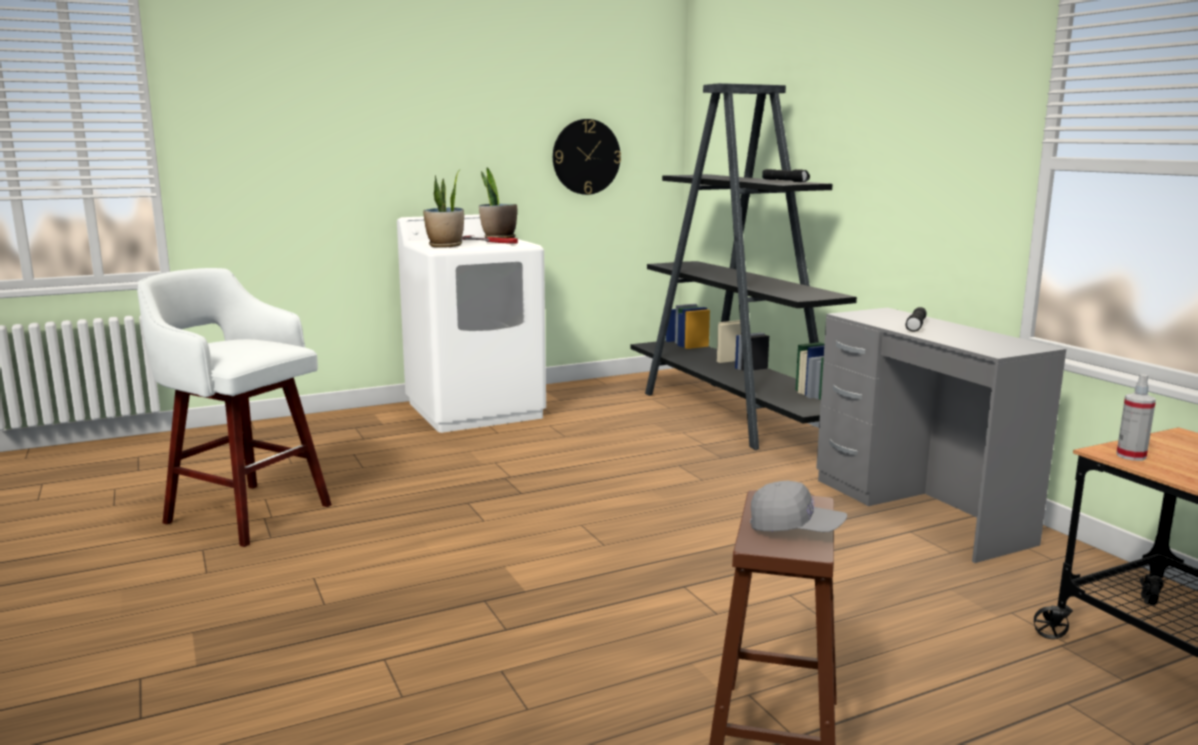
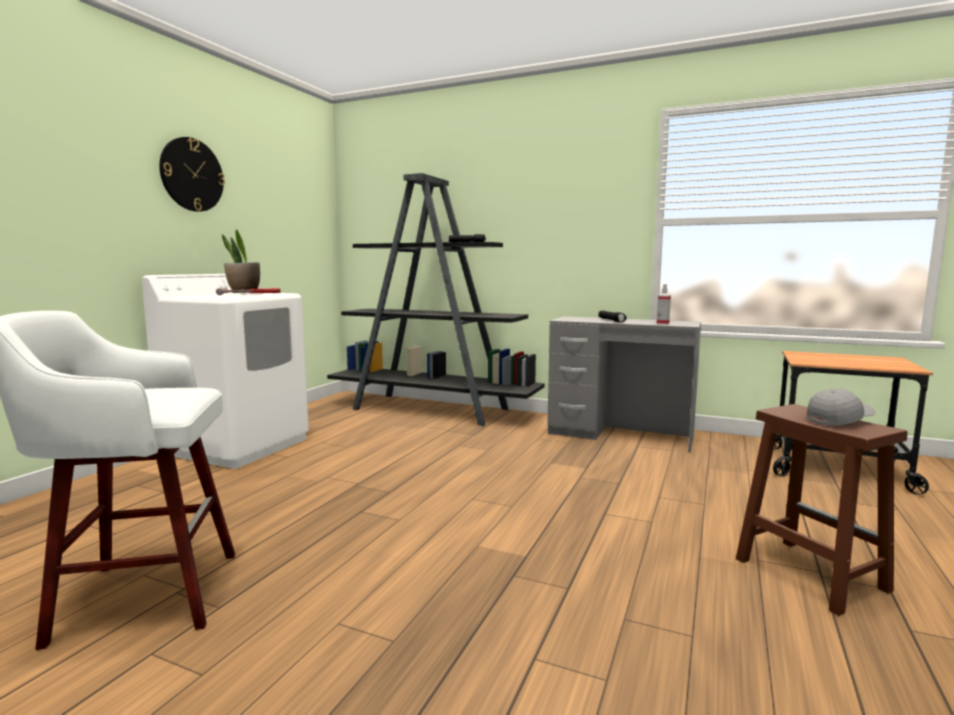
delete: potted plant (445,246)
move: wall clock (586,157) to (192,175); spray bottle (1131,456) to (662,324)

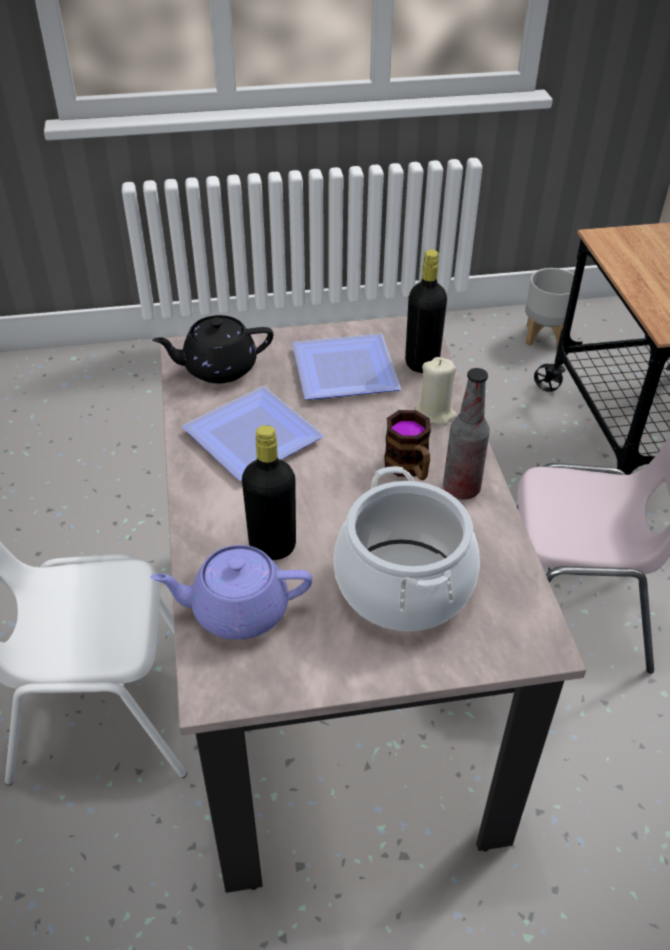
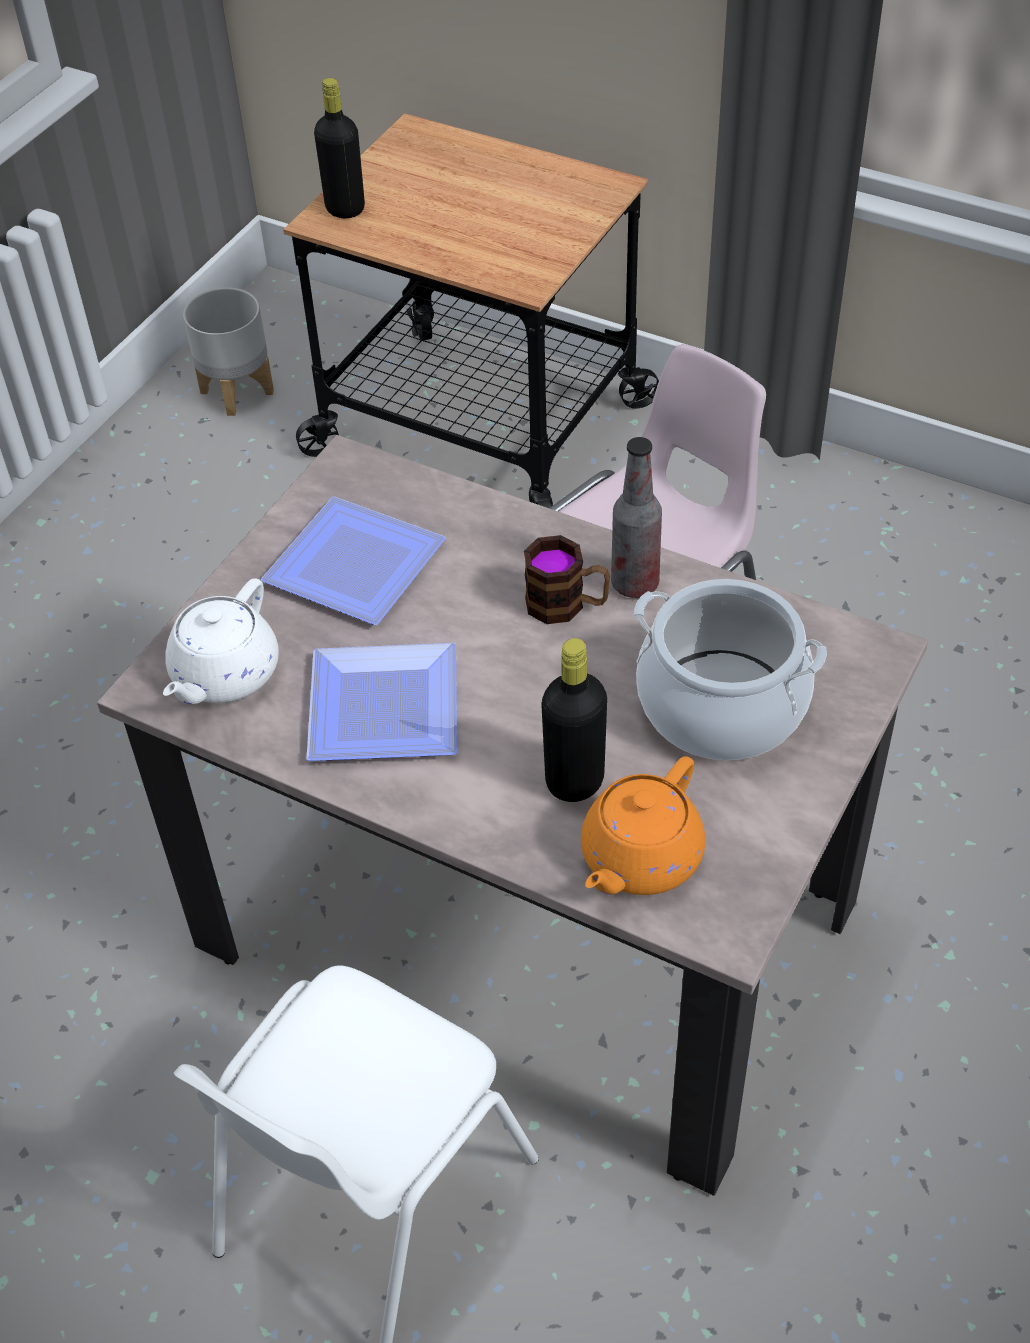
delete: beige candle (435,413)
move: black bottle (422,363) to (345,208)
recolor: black teapot (218,368) to white teapot (224,675); purple teapot (237,610) to orange teapot (639,858)

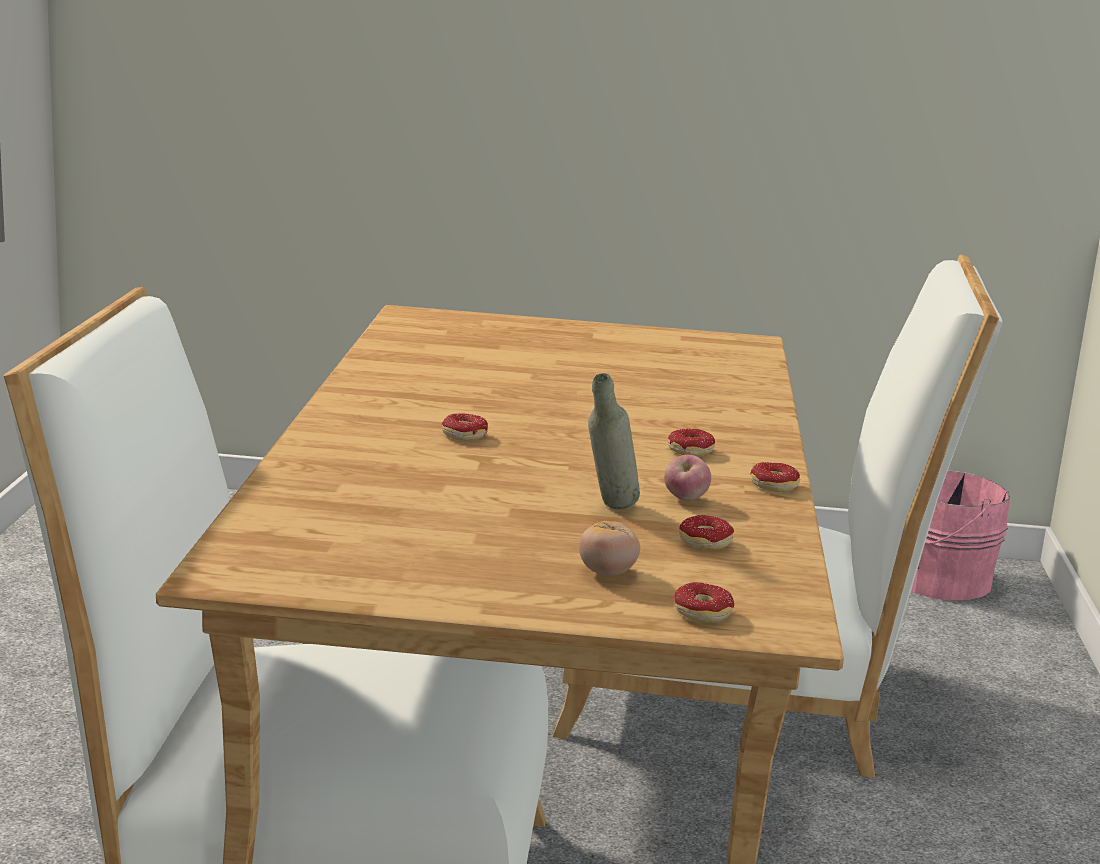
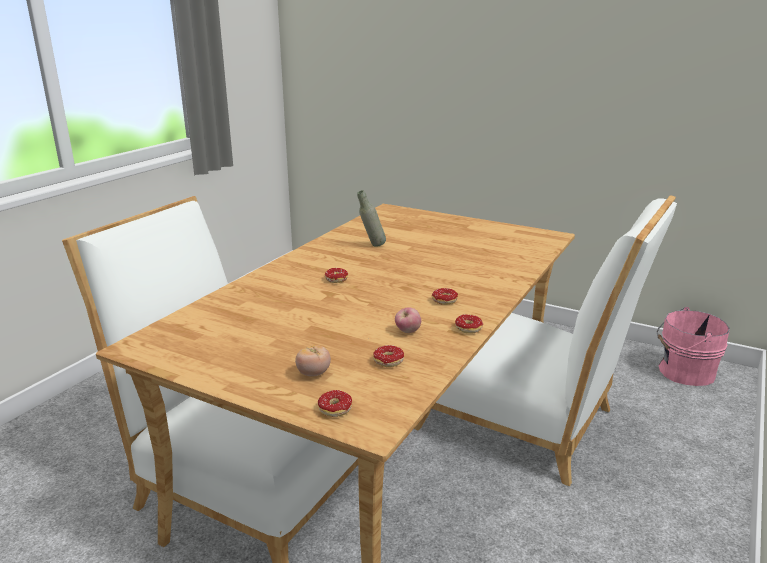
move: grey bottle (609,510) to (372,246)

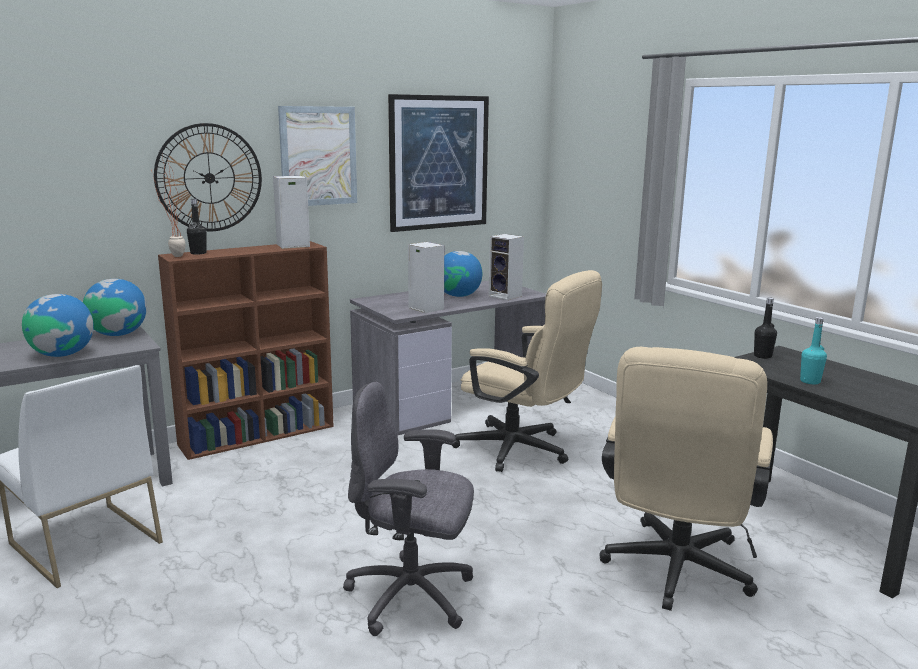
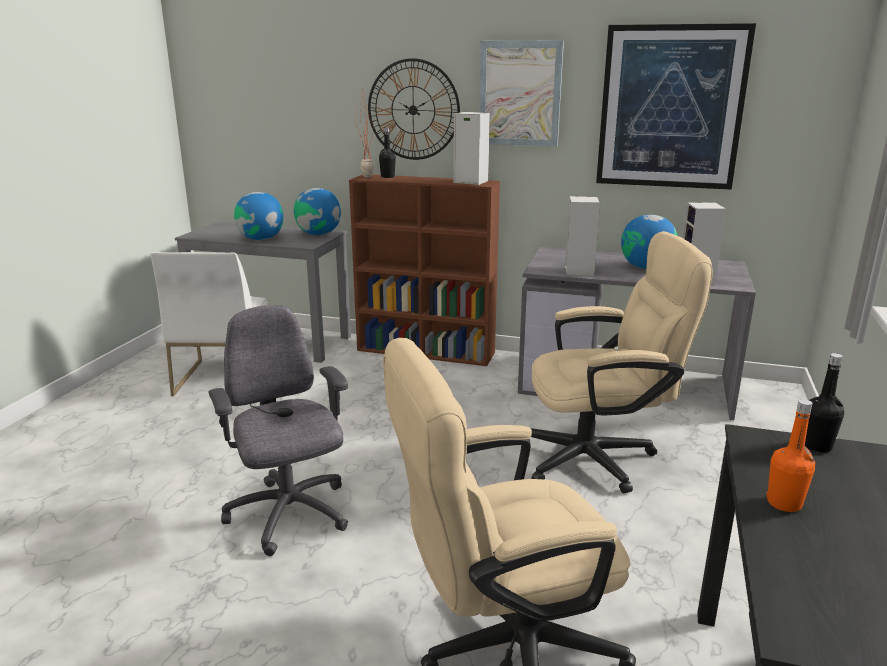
recolor: turquoise bottle (810,381) to orange bottle (784,503)
rotate: beige office chair (522,451) = (599,457) 90 degrees counterclockwise

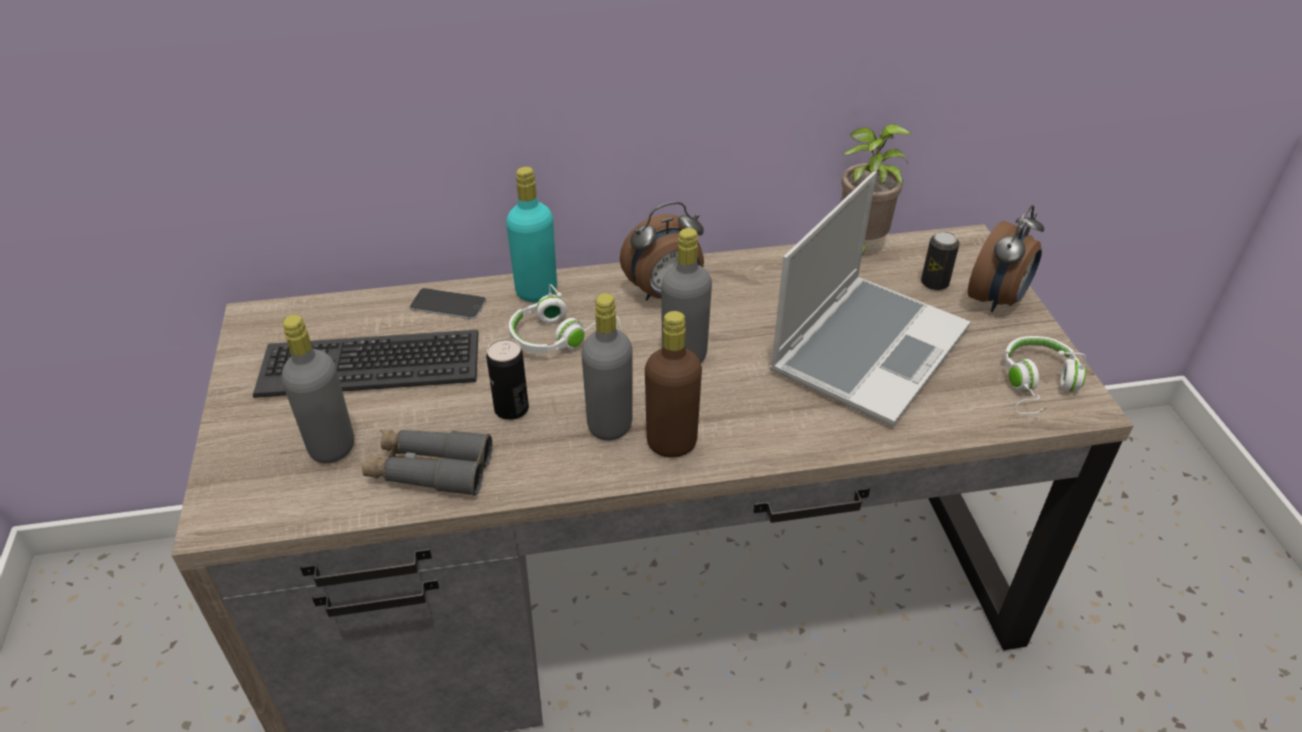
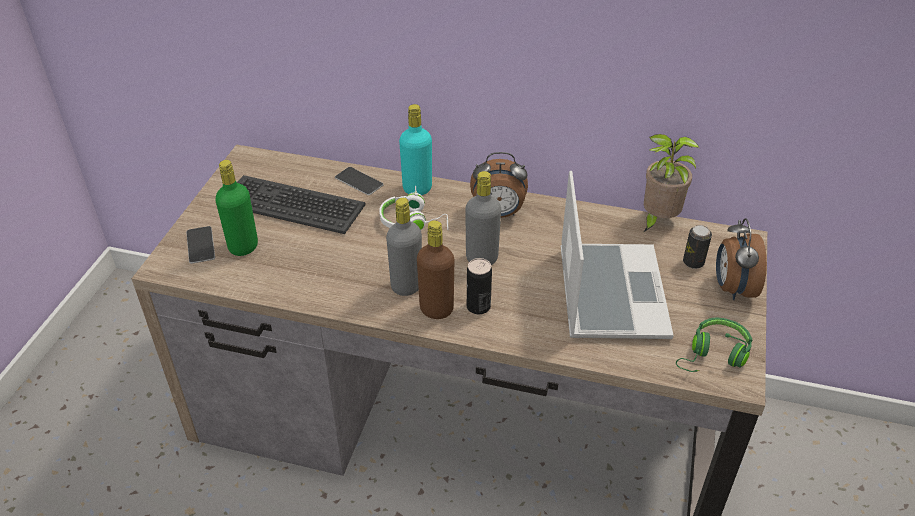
delete: grey binoculars (430,469)
insert: phone (200,245)
move: can (511,409) to (478,306)
recolor: grey bottle (332,447) to green bottle (243,247); white headphones (1037,385) to green headphones (714,355)
rotate: laptop (868,348) = (609,292) 60 degrees counterclockwise; alarm clock (997,300) = (732,288) 120 degrees clockwise

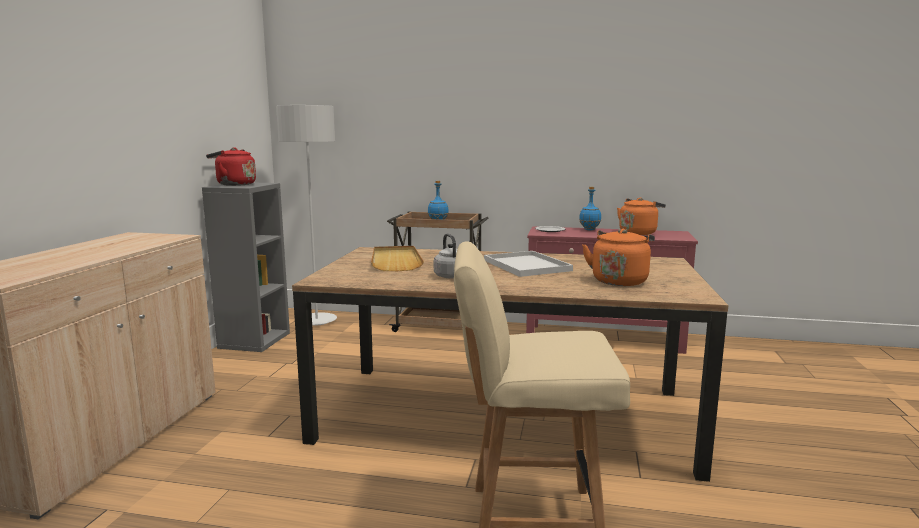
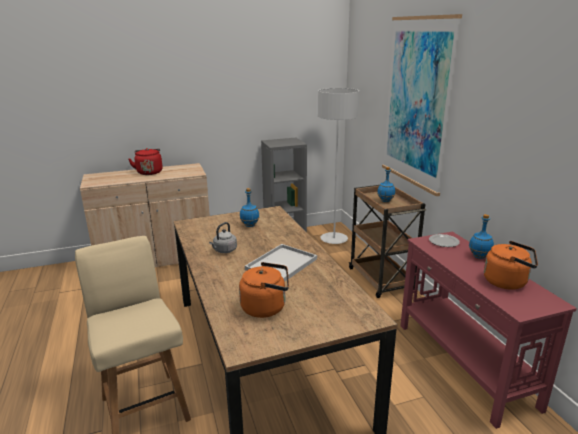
insert: picture (417,103)
move: red kettle (233,184) to (149,172)
replace: beige tray (395,261) to blue bottle (250,225)

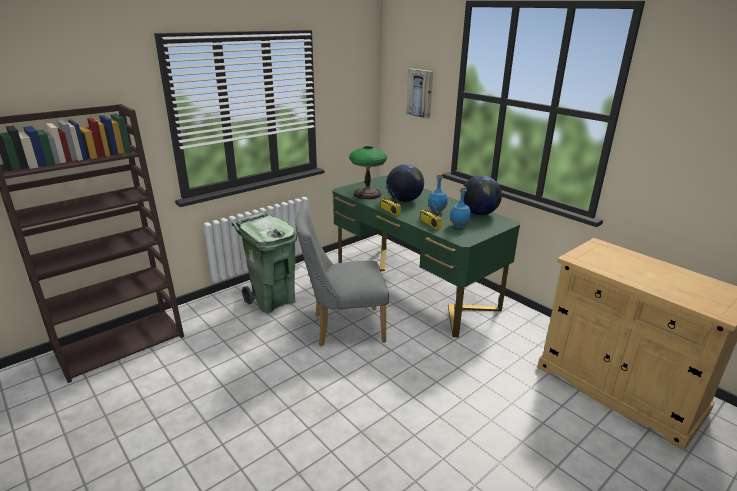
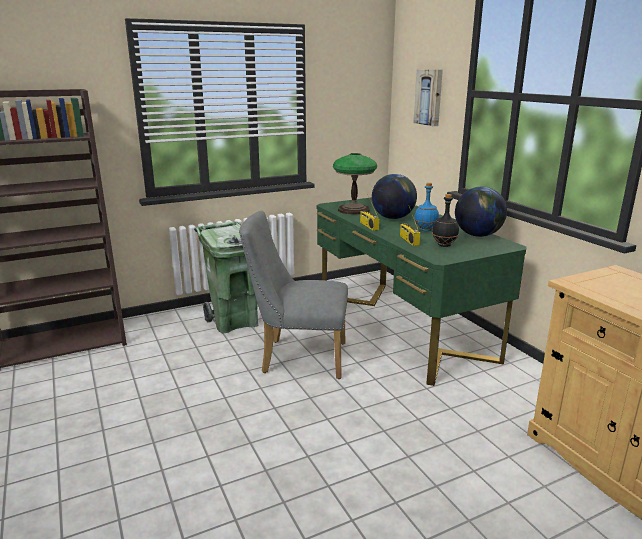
recolor: blue bottle (459,226) to black bottle (444,245)

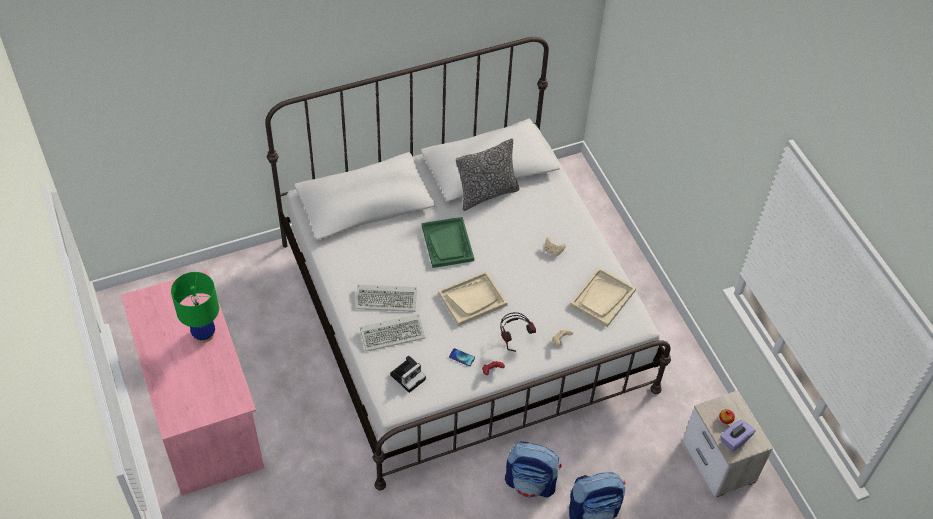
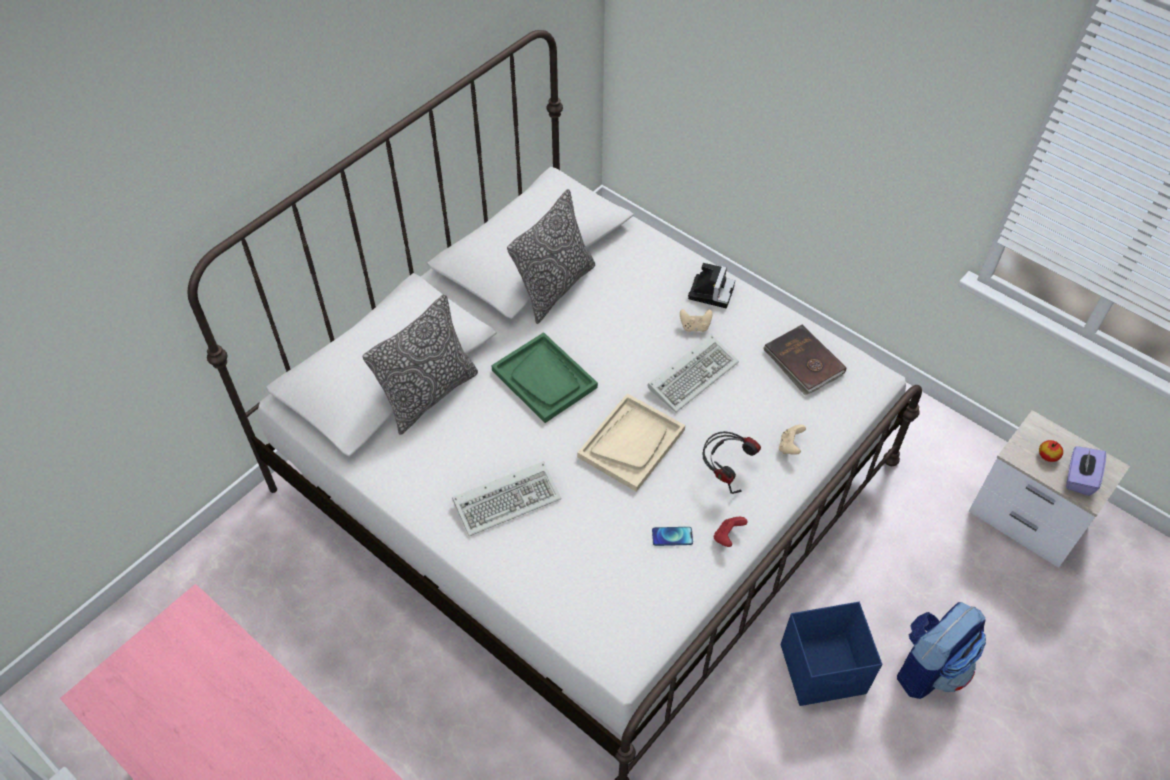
delete: green table lamp (204,334)
insert: pillow (429,395)
move: keyboard (393,333) to (693,374); photo camera (408,376) to (711,291)
replace: beige tray (603,298) to brown book (803,362); backpack (531,483) to blue storage box (824,670)

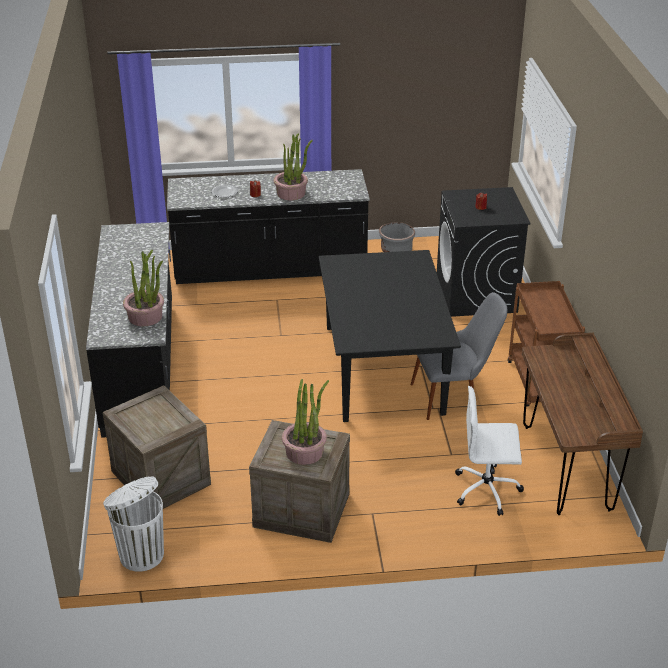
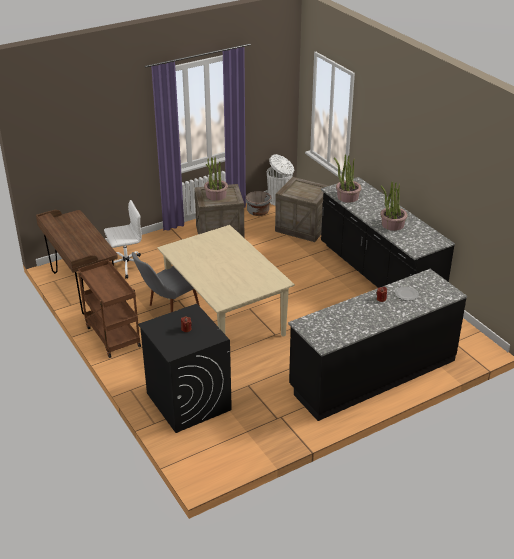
move: grey planter (396,251) to (258,212); potted plant (291,193) to (392,224)
recolor: black dining table (384,369) to beige dining table (224,316)

